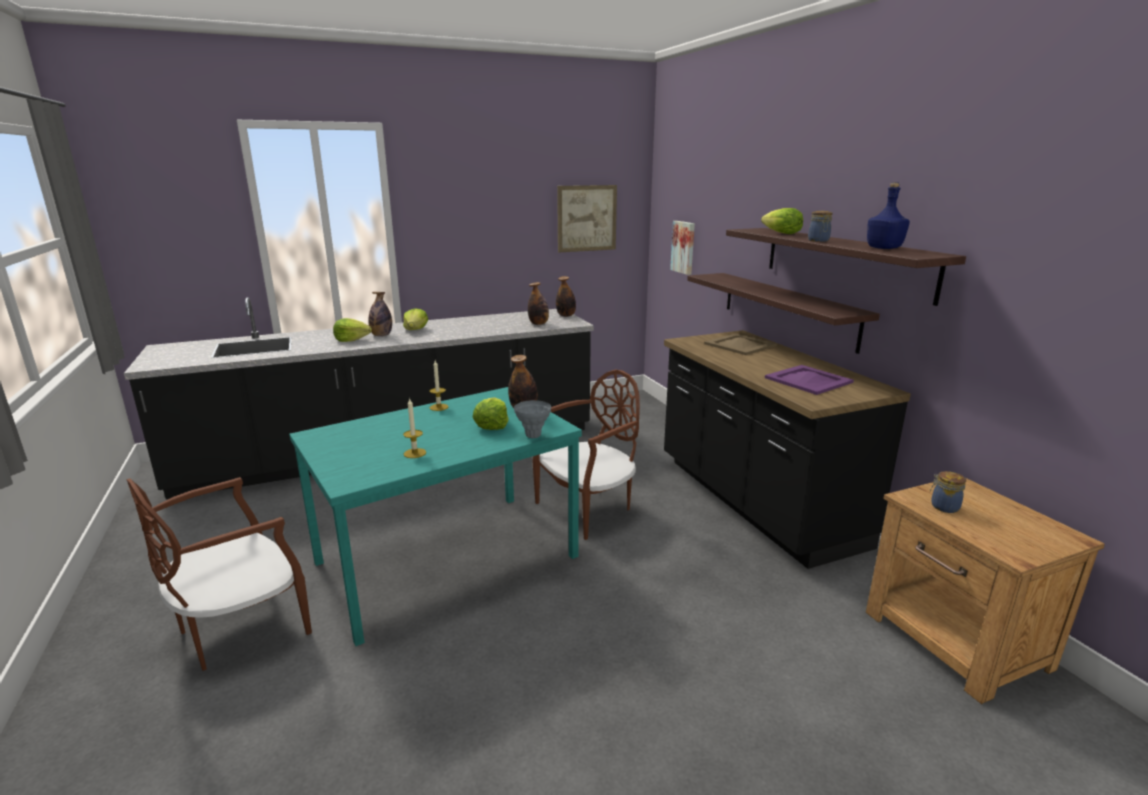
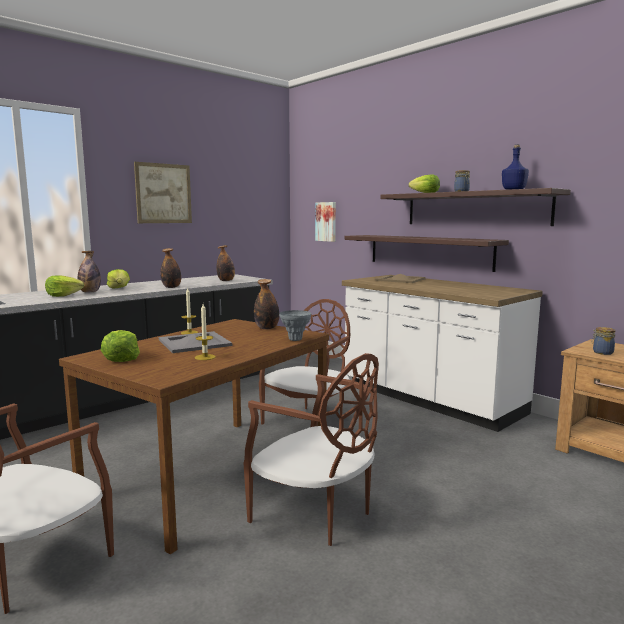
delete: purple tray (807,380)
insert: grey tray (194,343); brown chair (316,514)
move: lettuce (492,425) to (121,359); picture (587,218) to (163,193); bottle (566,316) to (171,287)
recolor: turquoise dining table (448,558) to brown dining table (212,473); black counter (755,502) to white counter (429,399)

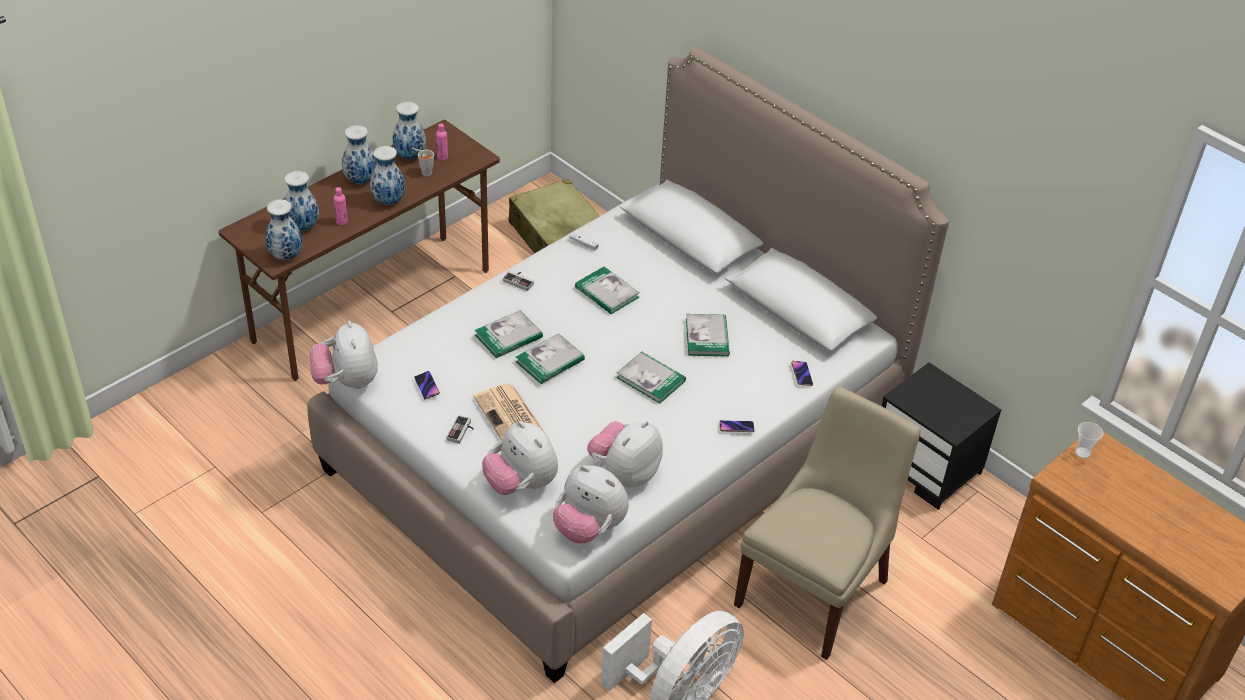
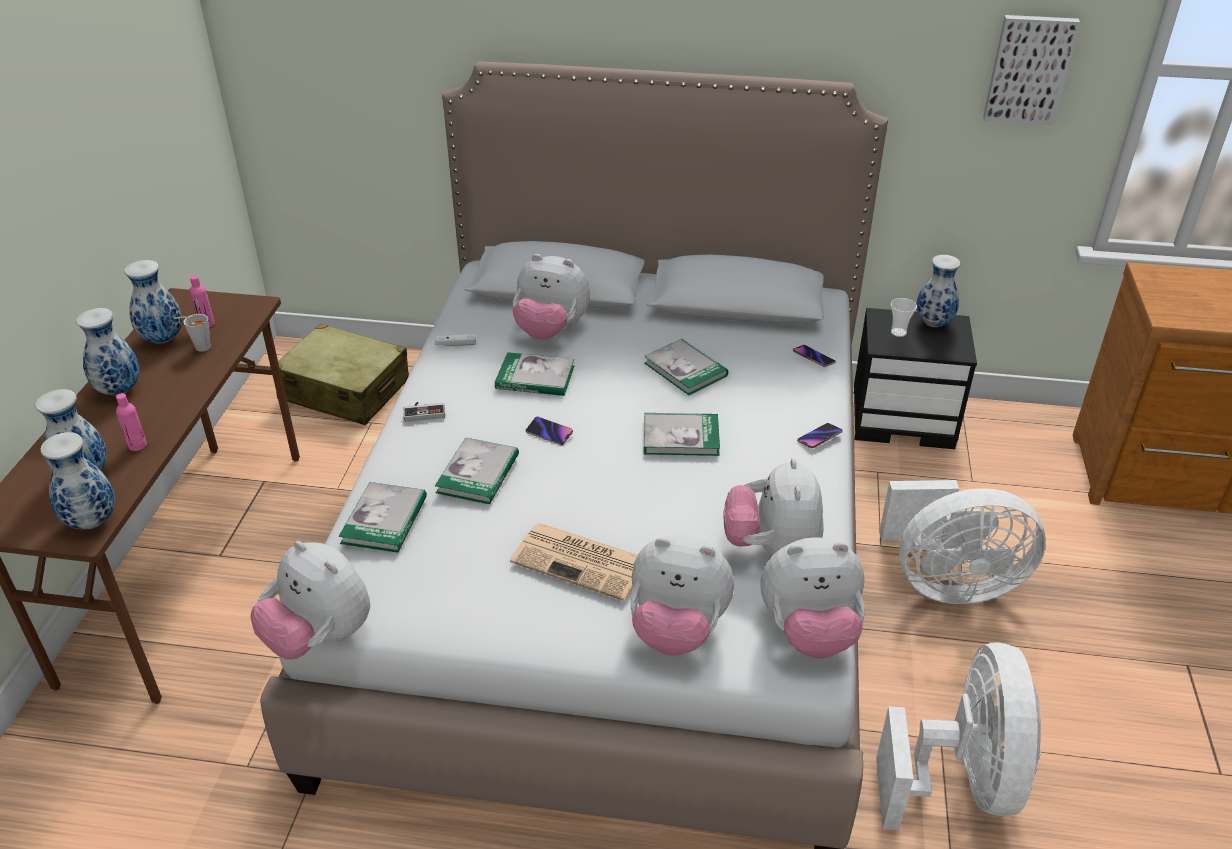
delete: game controller (462,432)
insert: plush toy (550,331); picture (1029,69)
move: book (550,361) to (384,520); phone (427,386) to (549,433); cup (1082,453) to (898,332); vase (388,201) to (934,324)
replace: beige chair (814,589) to white fan (948,583)

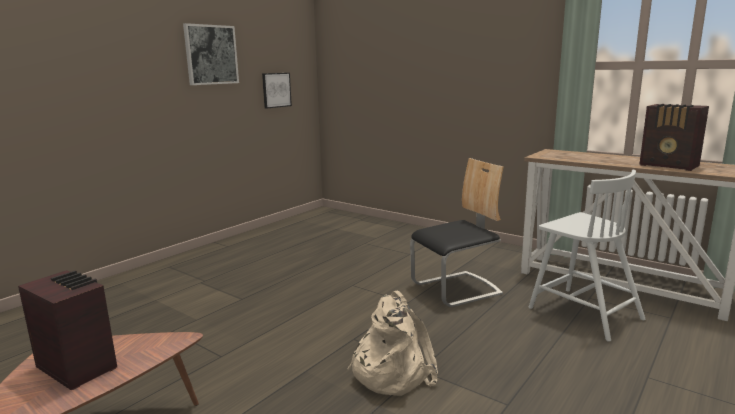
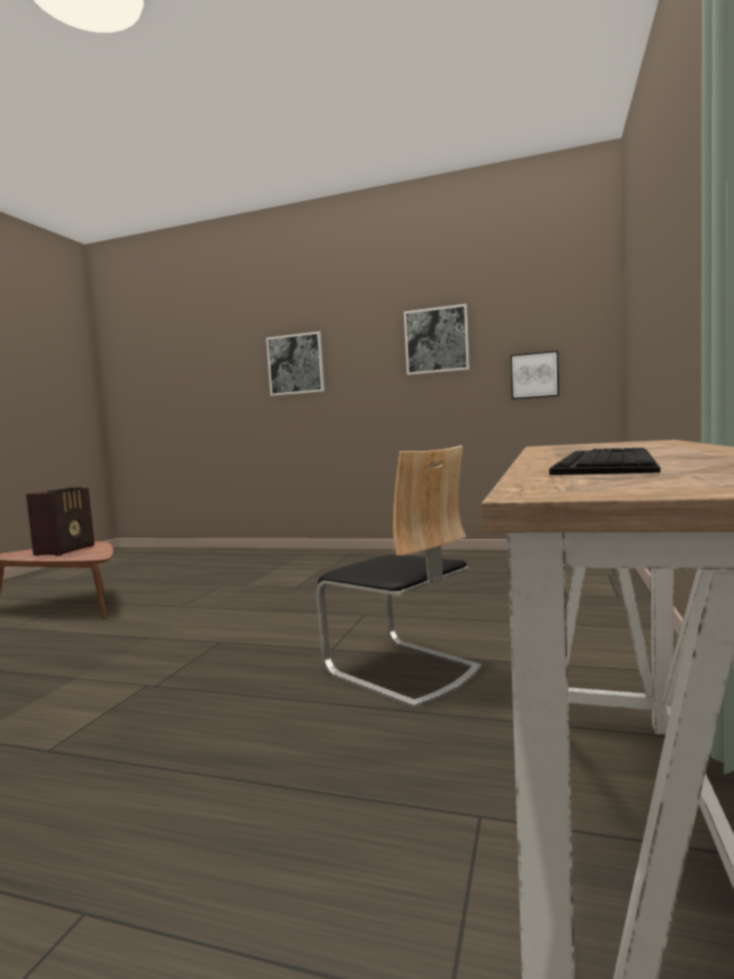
delete: beige backpack (391,372); white chair (583,312)
insert: picture (296,364)
replace: radio (669,166) to keyboard (607,461)

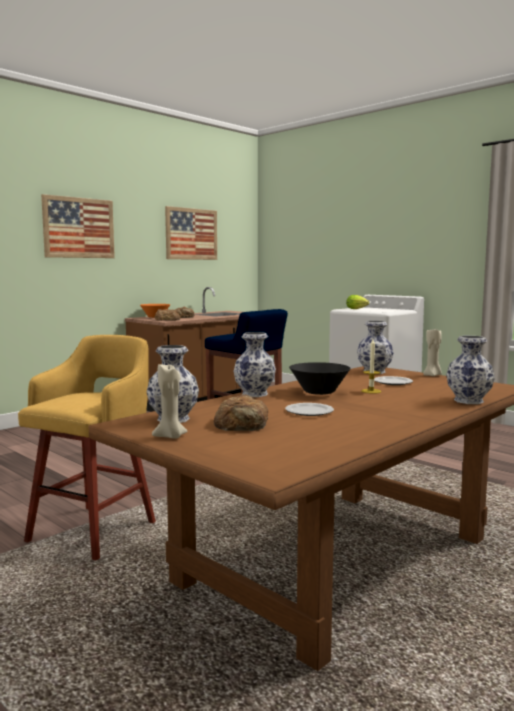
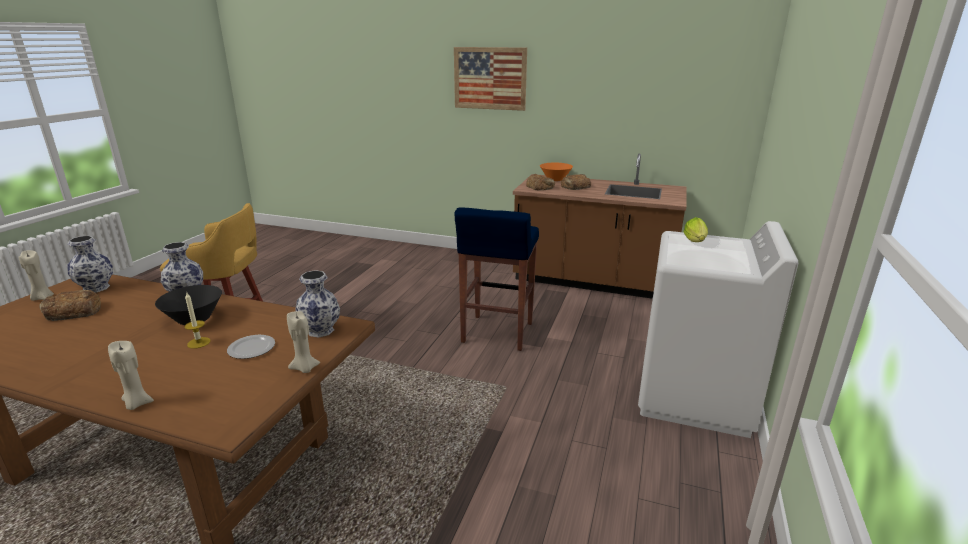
delete: picture (191,234); plate (308,411)
replace: vase (467,401) to beige candle (137,403)

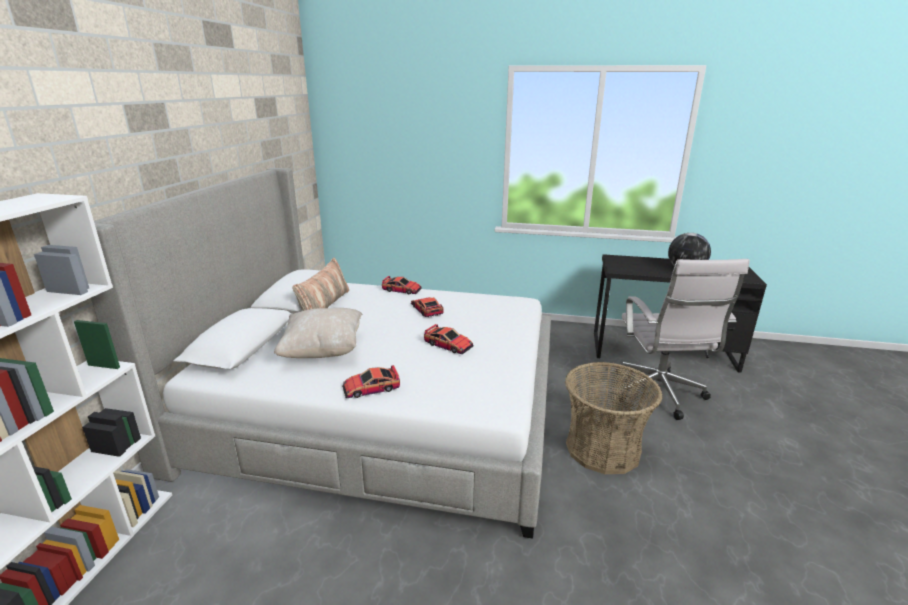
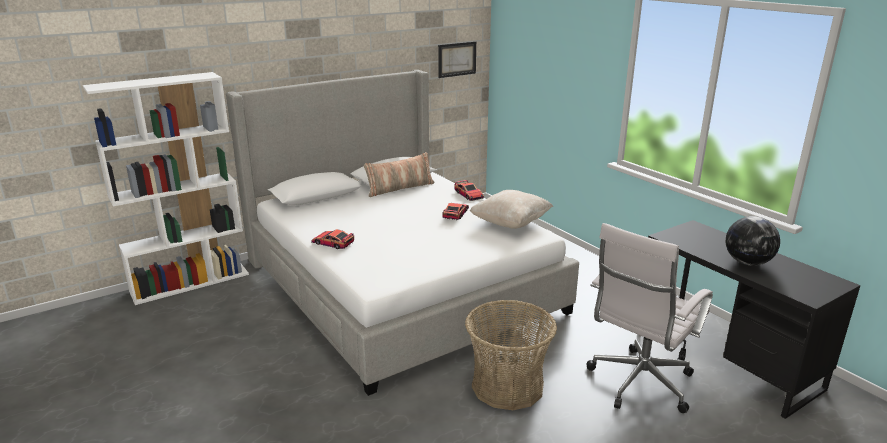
delete: toy car (448,345)
insert: picture (457,59)
move: beige pillow (323,351) to (510,224)

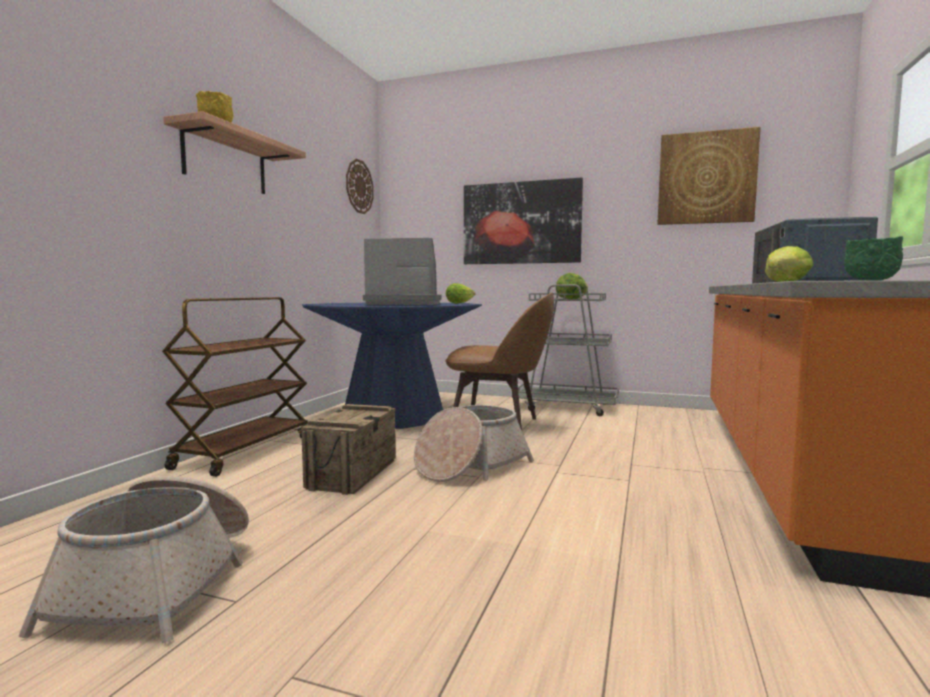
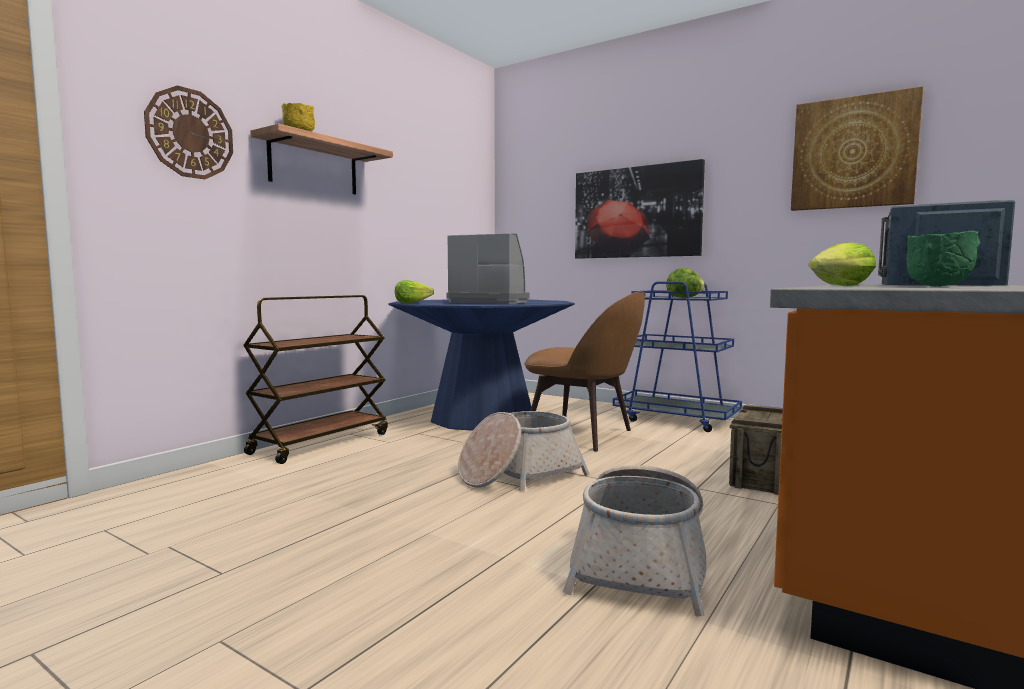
move: wall clock (359,186) to (190,133); lettuce (459,303) to (412,303); basket (160,583) to (641,564); crate (352,473) to (762,475)
recolor: grey cart (566,407) to blue cart (676,419)

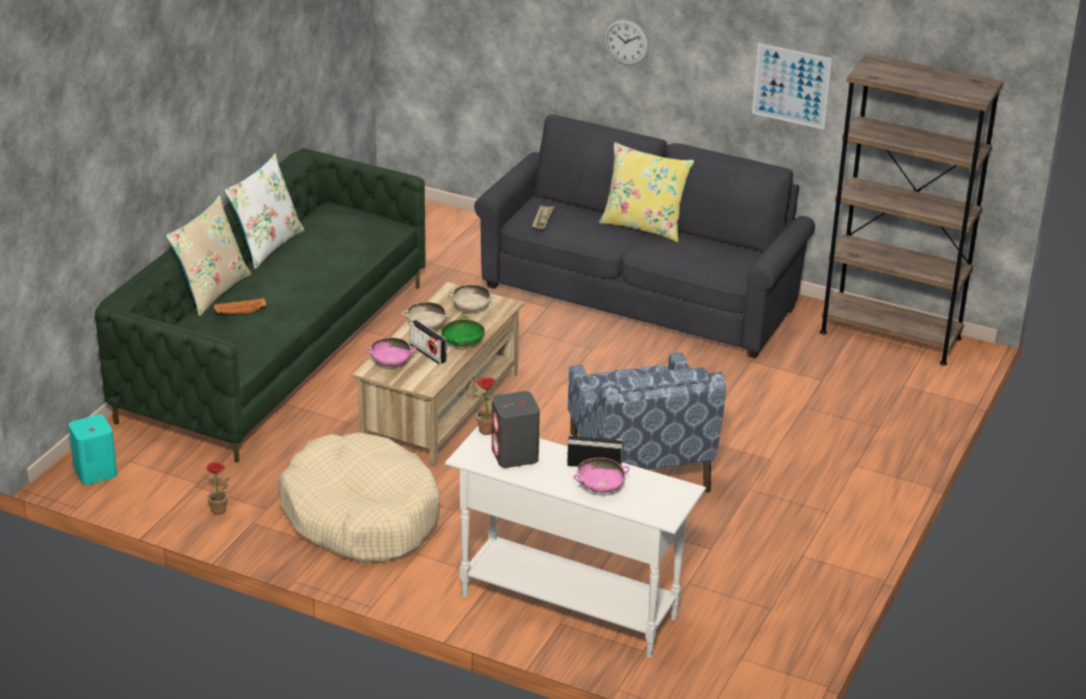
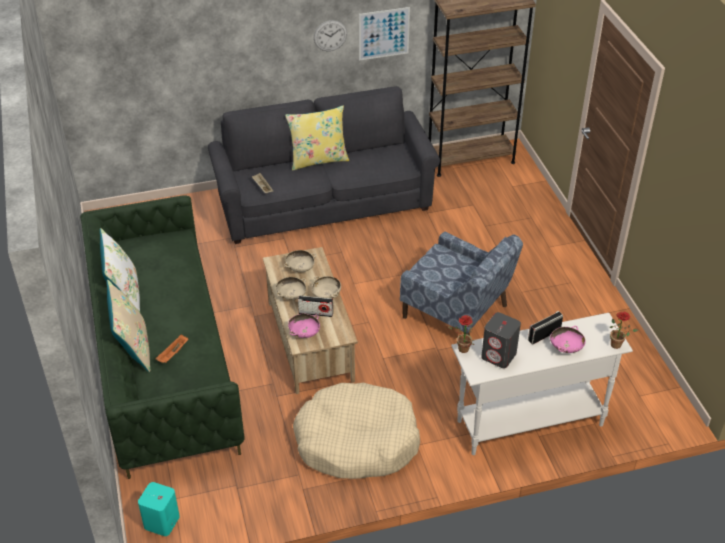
move: wall clock (626,41) to (330,35); potted plant (220,512) to (618,345)
recolor: green bowl (462,344) to beige bowl (326,295)

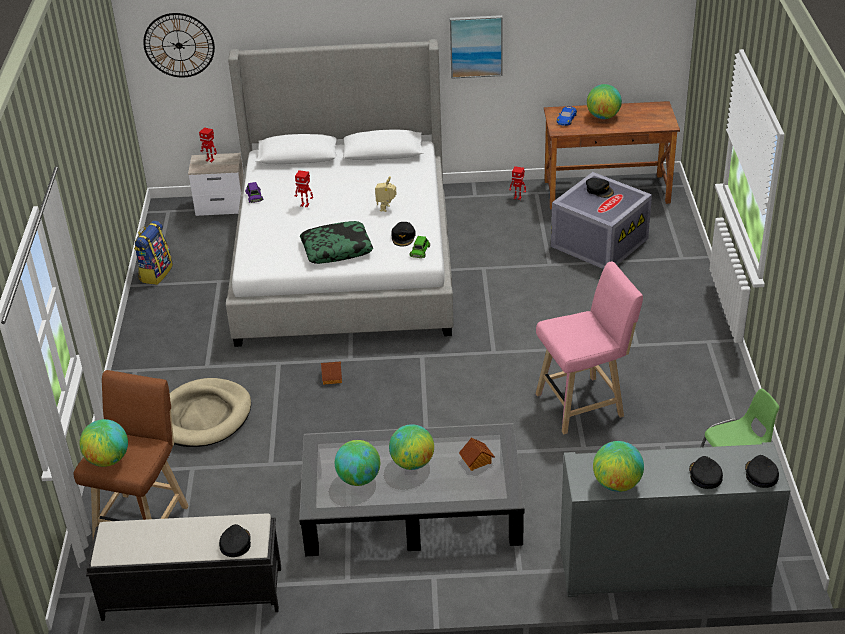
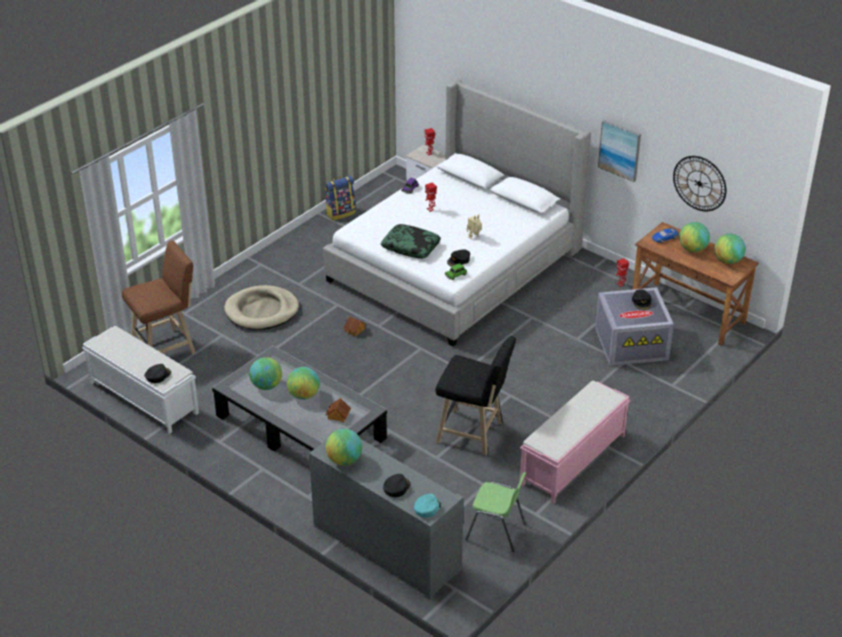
insert: pink bench (572,460)
move: wall clock (179,45) to (699,183); globe (108,460) to (727,261)
recolor: black bench (191,593) to white bench (143,397); black cap (760,474) to turquoise cap (427,507); pink stool (584,404) to black stool (473,434)

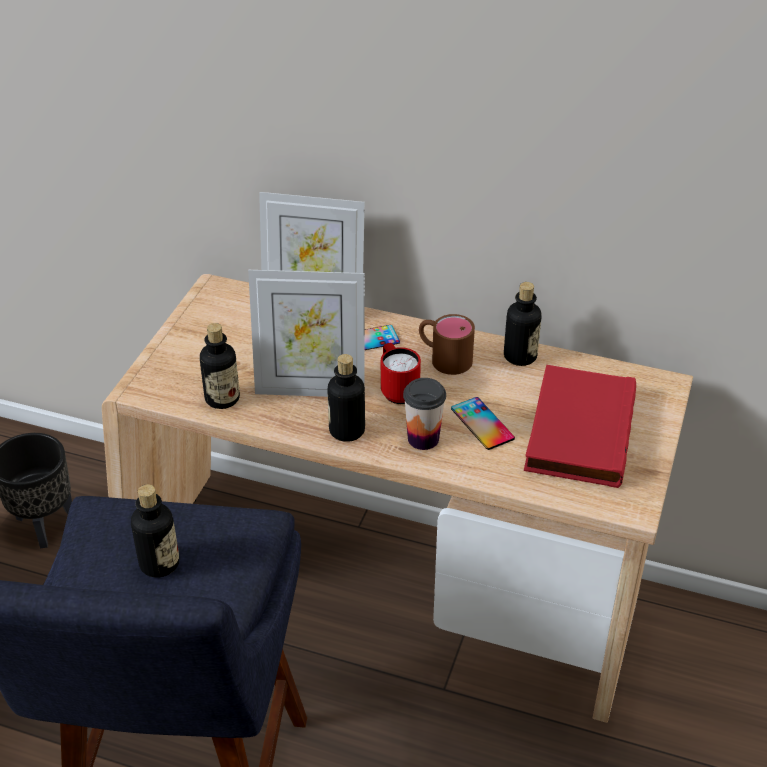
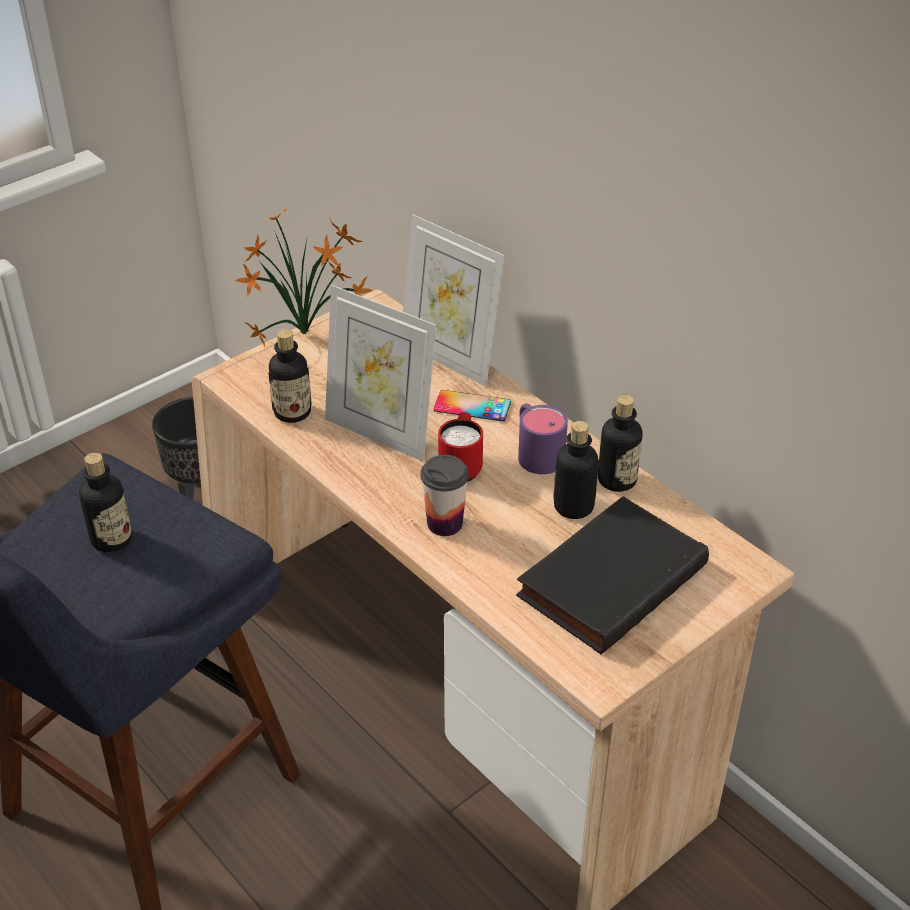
delete: phone (482,423)
insert: potted plant (308,333)
move: bottle (347,430) to (573,506)
recolor: red book (576,430) to black book (609,578); brown mug (443,357) to purple mug (536,452)

